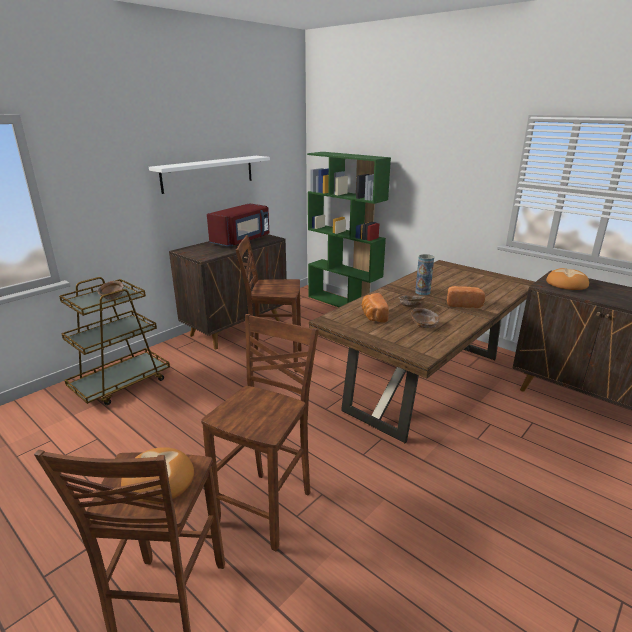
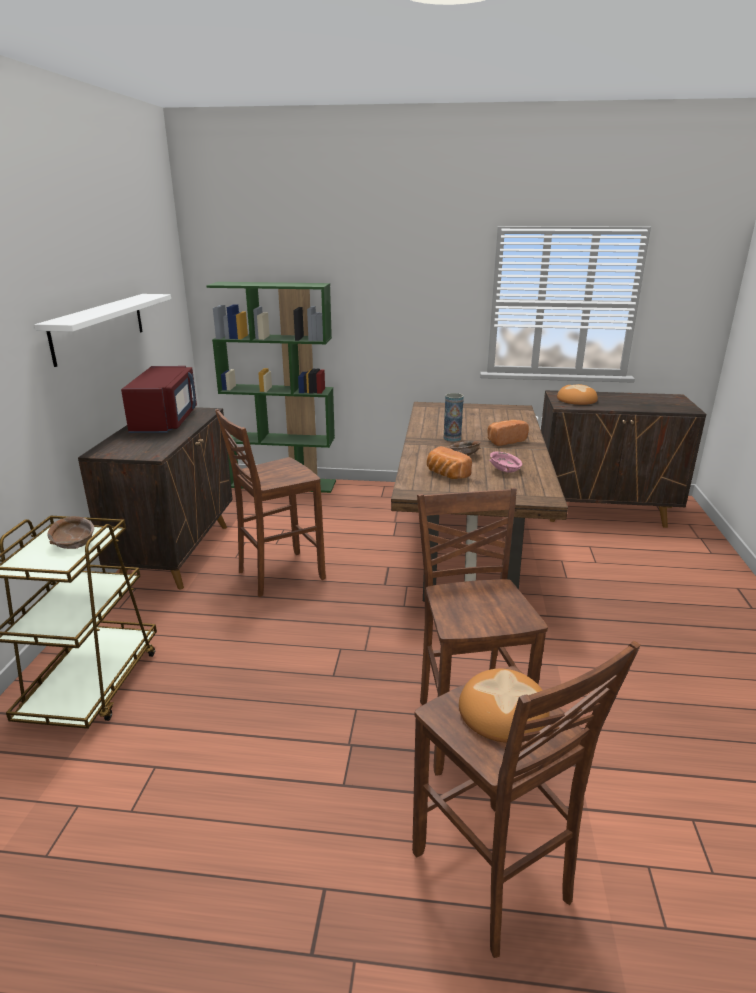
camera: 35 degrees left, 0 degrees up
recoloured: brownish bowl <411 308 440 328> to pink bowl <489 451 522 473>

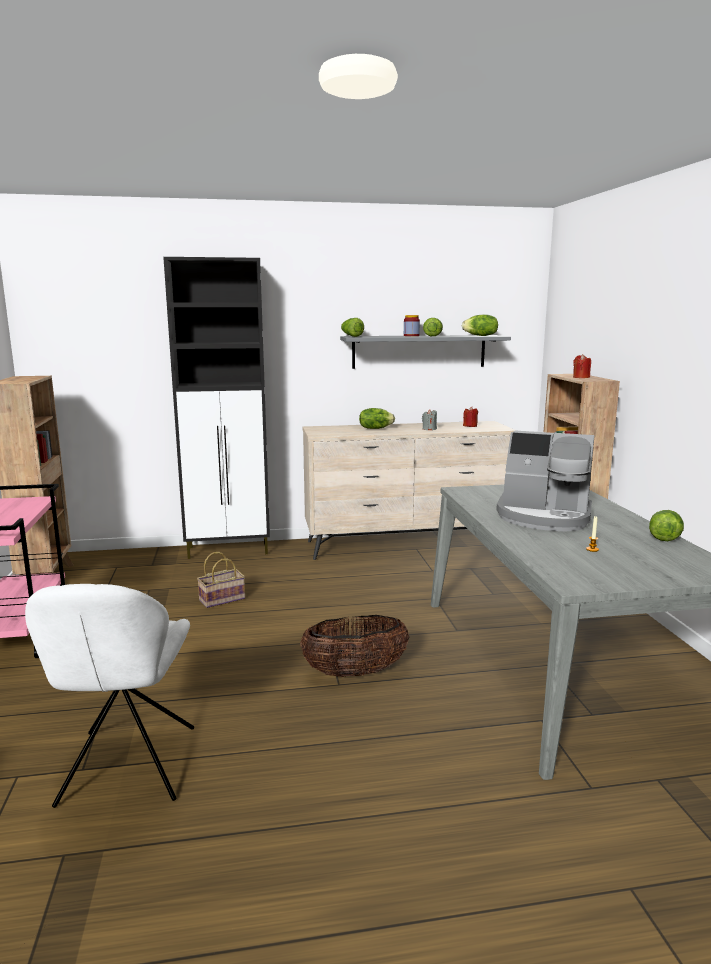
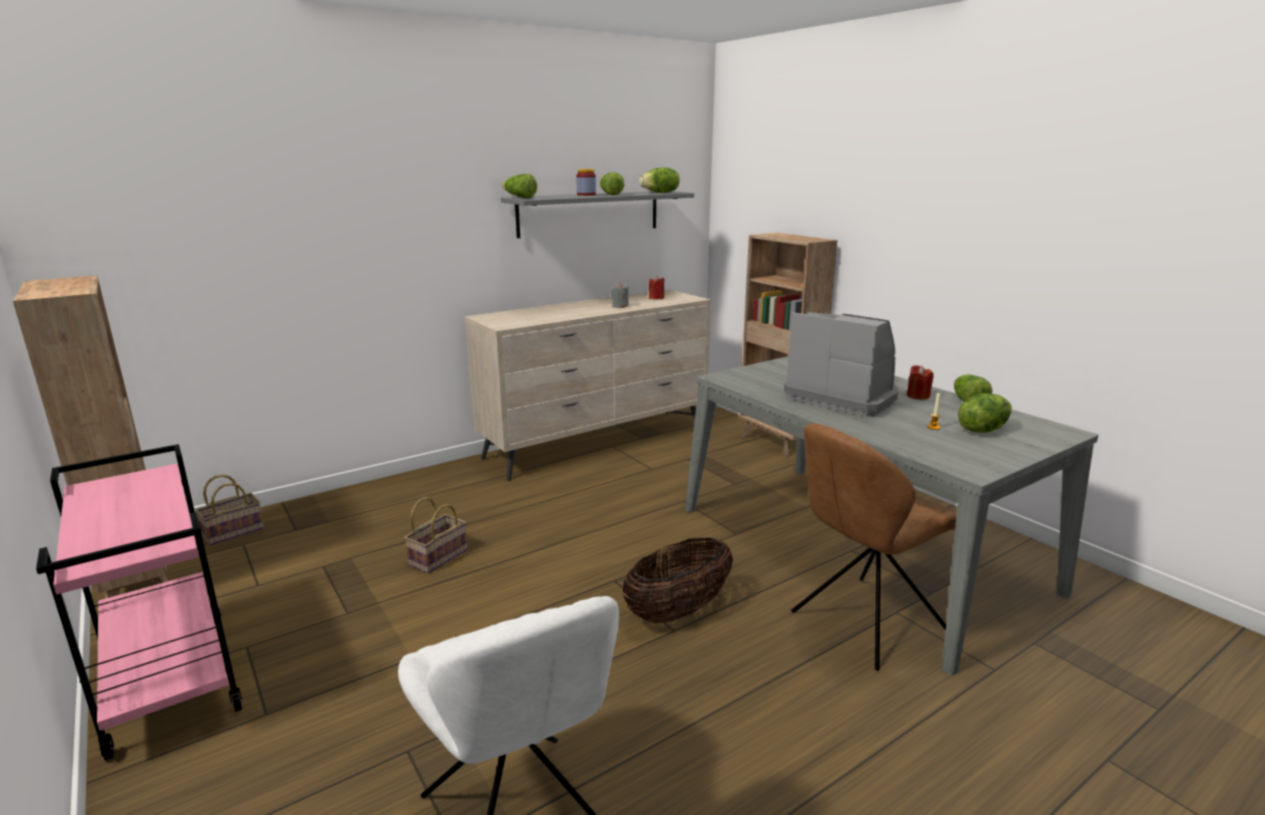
camera: 25 degrees left, 5 degrees up
removed: blackish cabinet <163 257 270 559>
added: storage basket <195 474 264 546>; brownish plain chair <791 423 957 671>
moved: head of lettuce <359 408 395 429> to <958 393 1012 433>; reddish wax candle <573 354 591 378> to <907 365 934 400>
turned: coffee brewer <496 431 594 531> = <784 312 898 417> 135 degrees counterclockwise

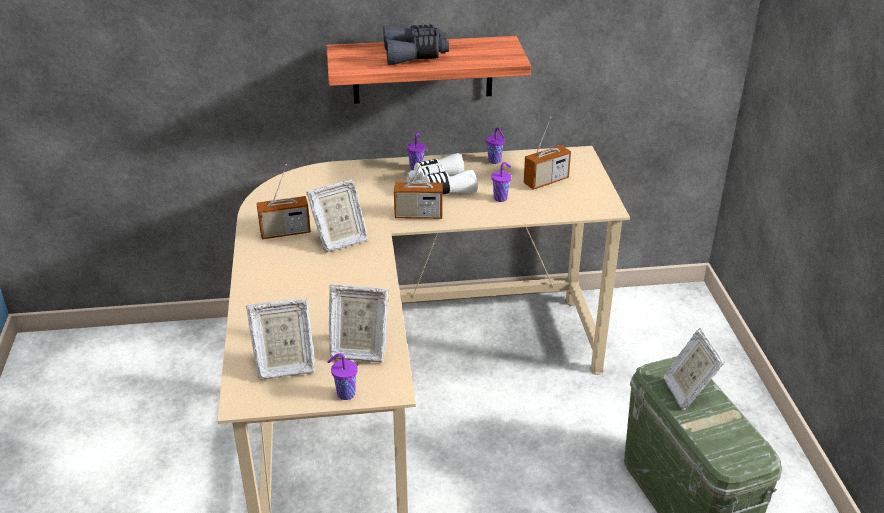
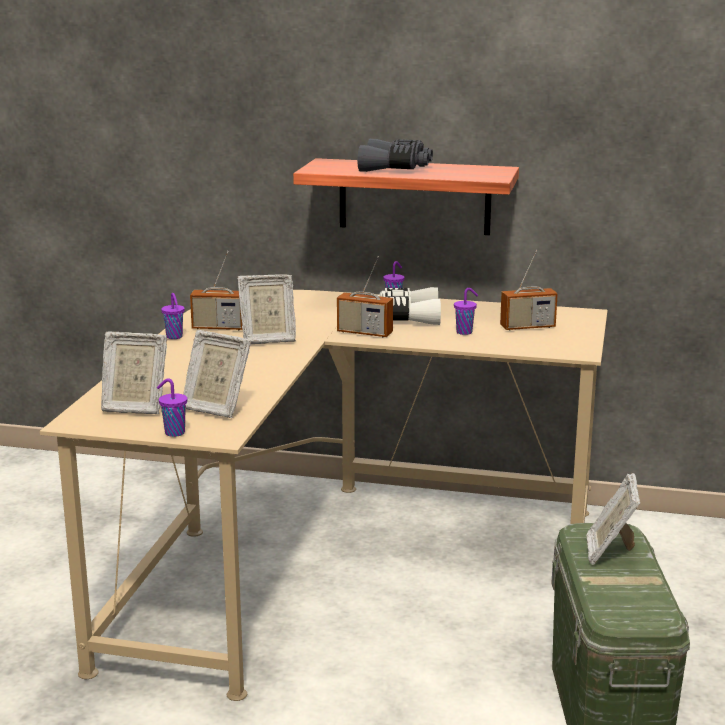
camera: 20 degrees right, 15 degrees down
moved: purplish drinking cup <486 127 505 164> to <161 293 185 339>

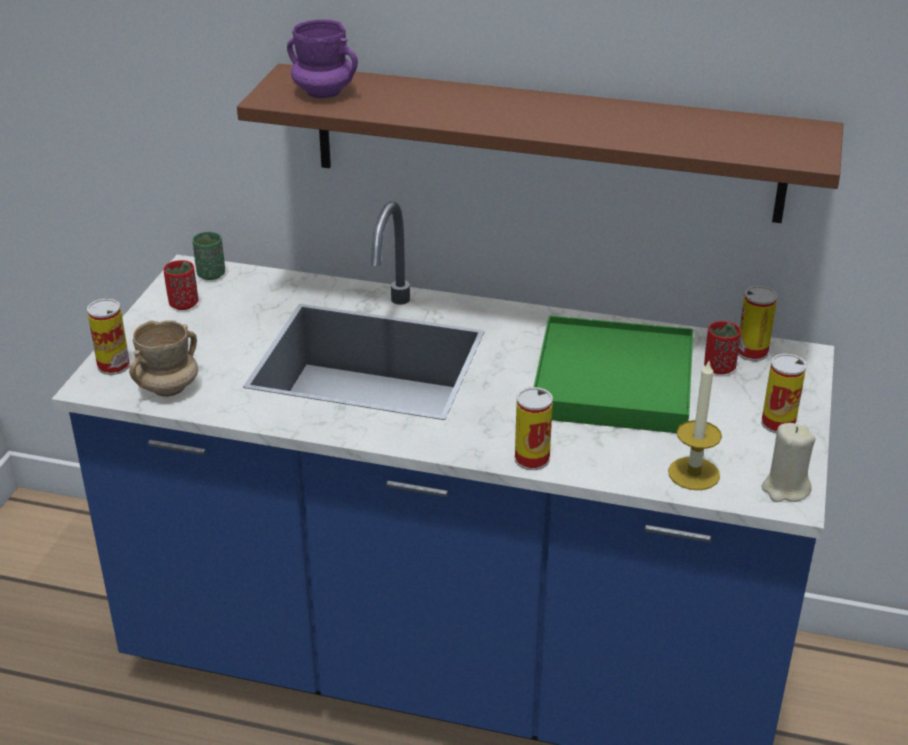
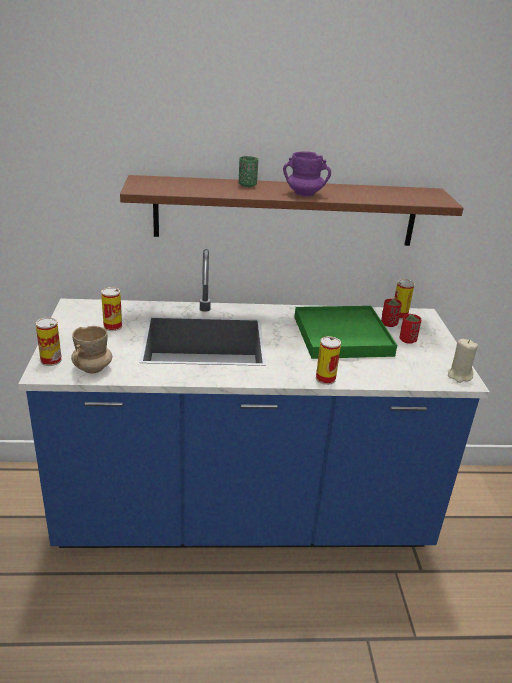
camera: 20 degrees left, 5 degrees down
removed: wax candle <668 359 722 490>
moved: reddish drinking cup <163 260 198 310> to <399 314 421 344>; green-coloured drinking cup <192 232 225 280> to <239 156 258 187>; purplish mug <287 19 358 98> to <283 151 331 197>; sealed can <761 353 807 433> to <101 287 122 331>

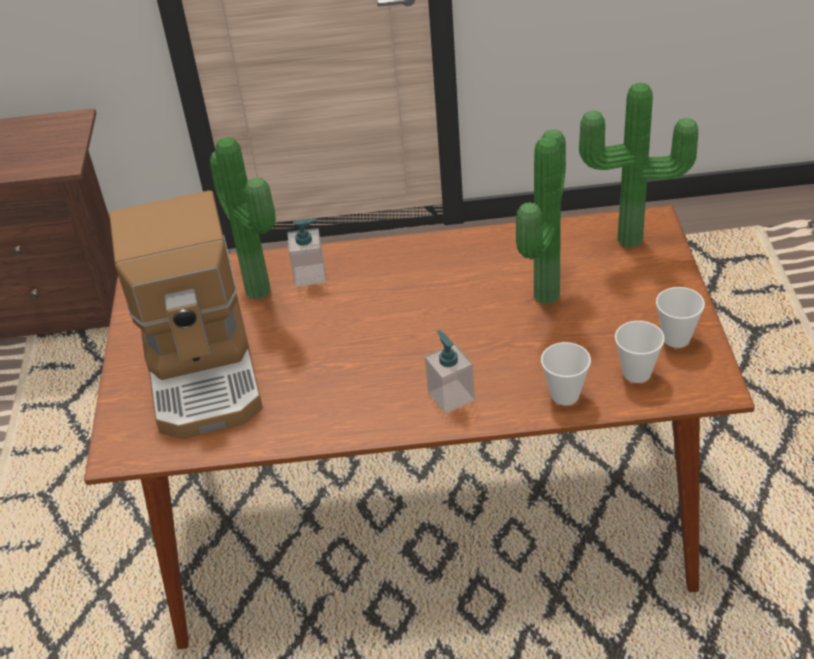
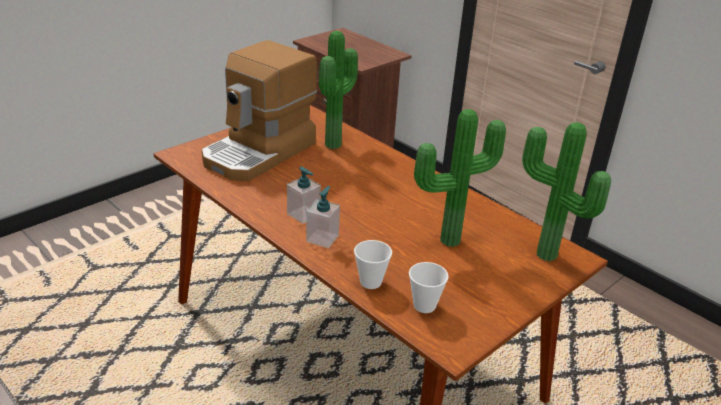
camera: 45 degrees right, 10 degrees down
removed: drinking cup <656 287 705 348>
moved: liquid soap bottle <288 219 326 287> to <287 167 321 224>

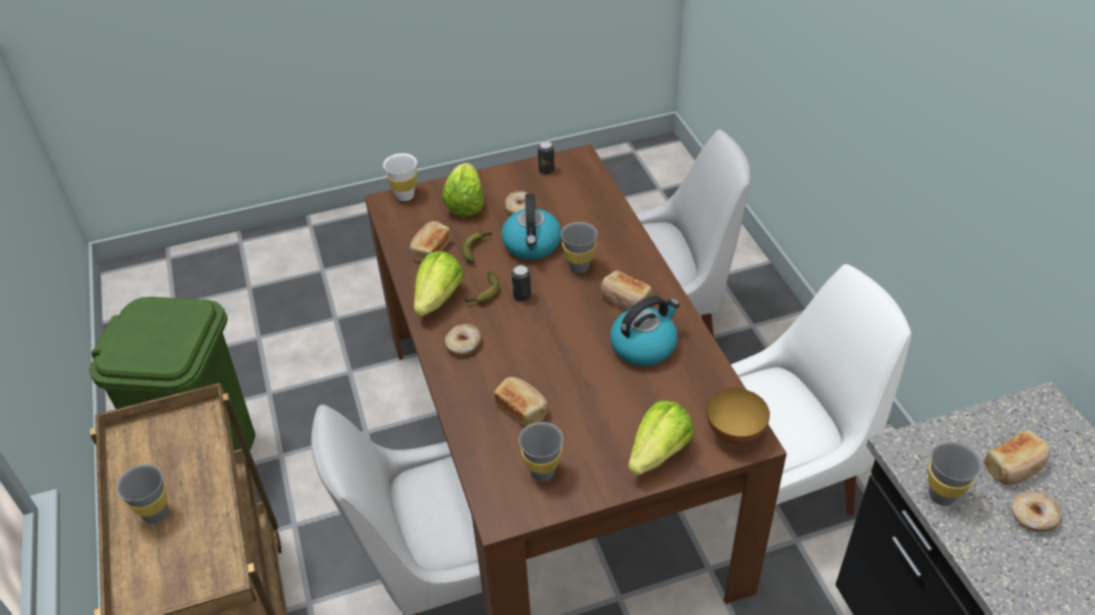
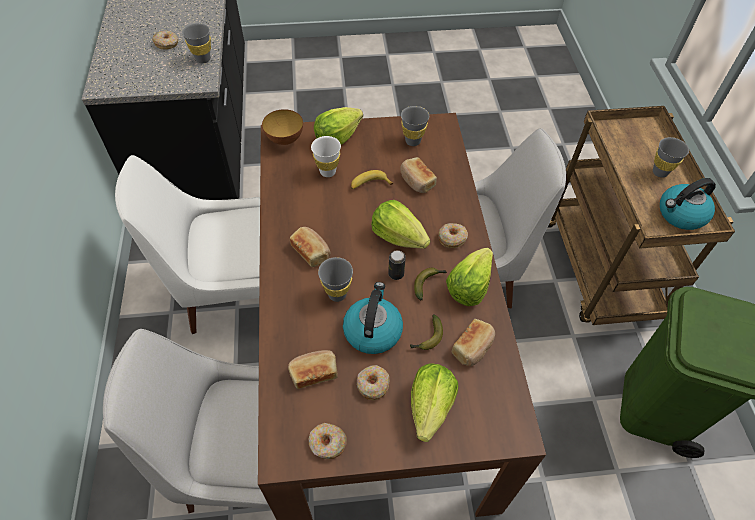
camera: 170 degrees left, 10 degrees up
added: banana <351 170 393 189>; head of lettuce <371 200 430 249>
moved: white-coloured drinking cup <383 153 417 201> to <311 136 341 177>; tea kettle <610 296 680 366> to <660 178 716 230>; baked bread <984 431 1050 485> to <288 350 338 389>
replaced: sealed can <538 141 555 175> to ring doughnut <309 423 346 459>

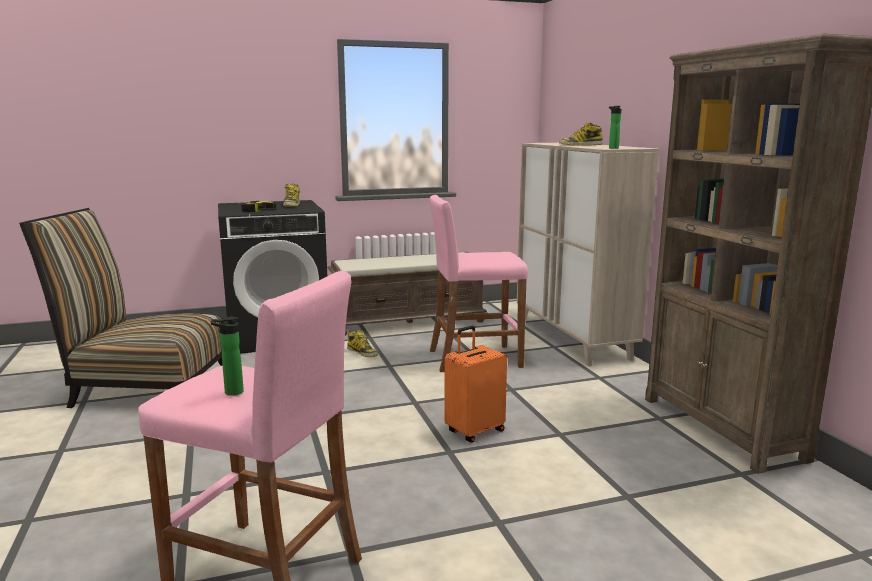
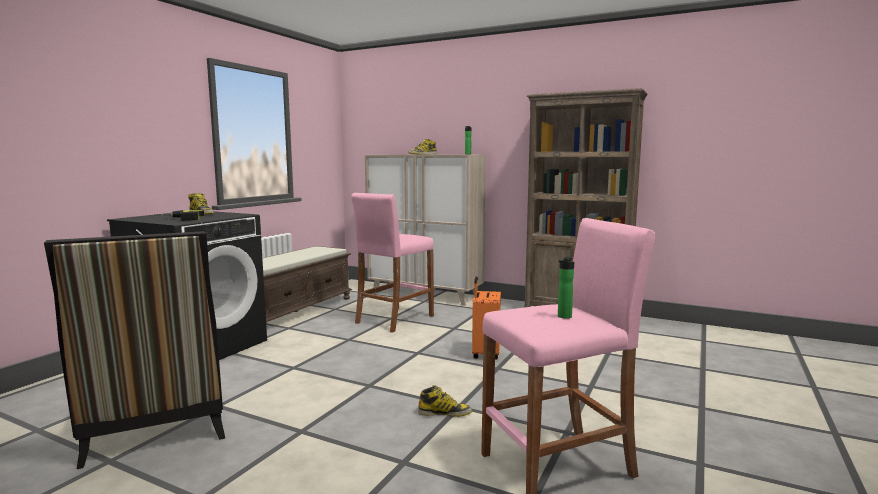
camera: 45 degrees left, 5 degrees down
moved: tall boot <347 330 378 357> to <418 385 472 417>
turned: plain chair <19 208 222 408> = <44 231 225 469> 75 degrees counterclockwise

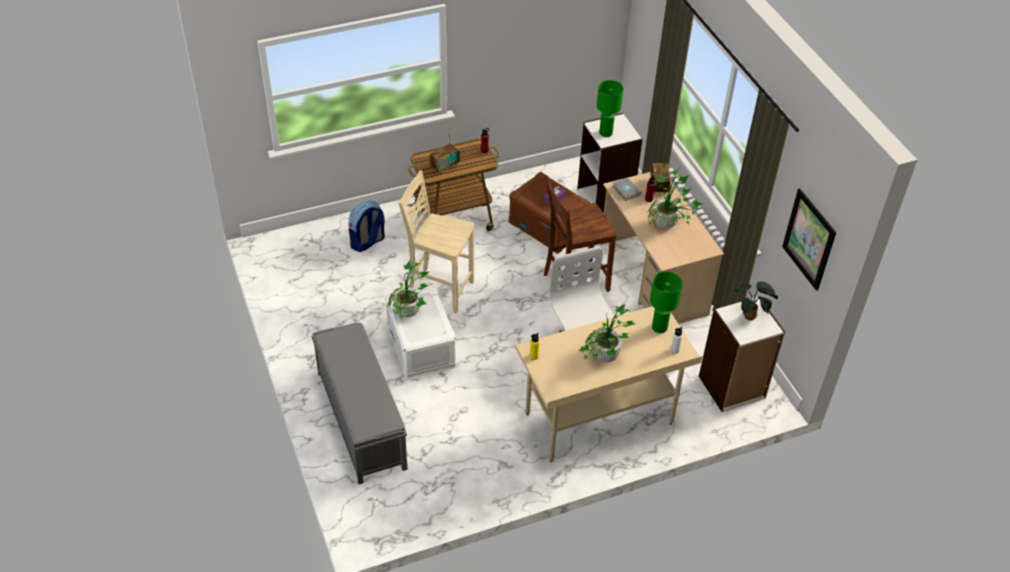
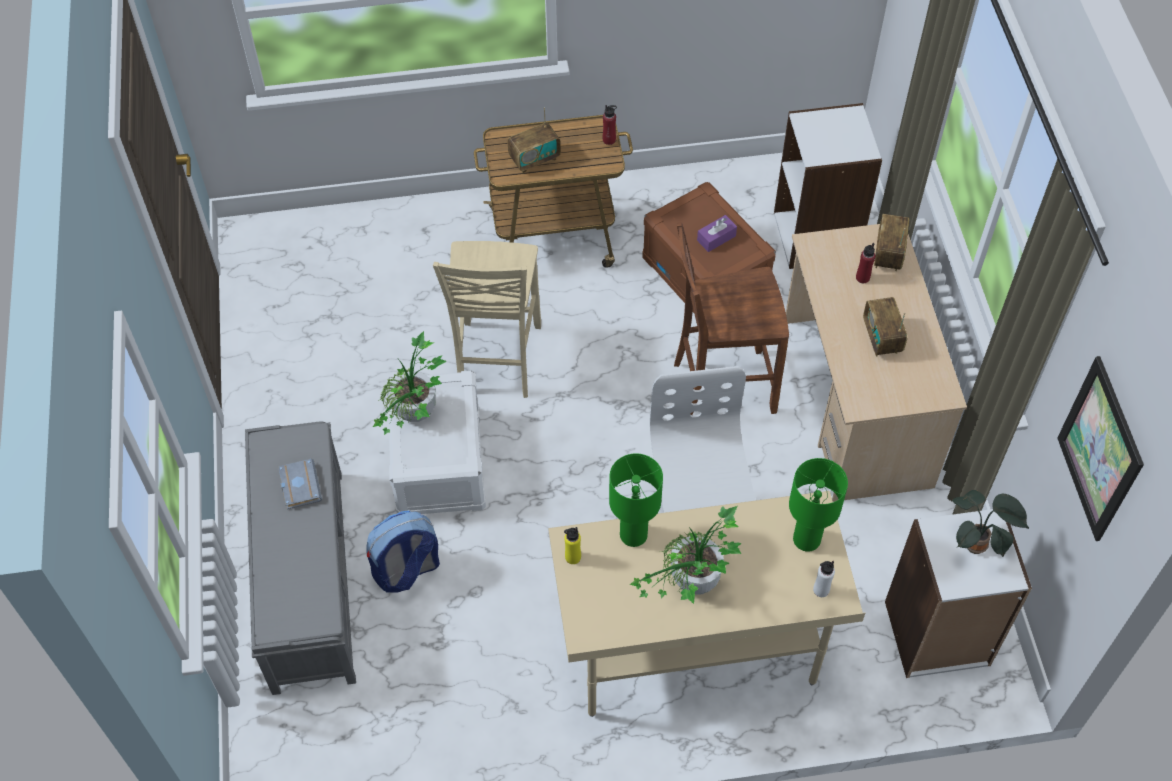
camera: 15 degrees right, 10 degrees up
moved: knapsack <348 200 385 252> to <366 510 440 593>; green-coloured table lamp <597 80 623 137> to <609 453 663 547>; gray book <612 177 642 201> to <278 459 322 509>
replaced: potted plant <647 170 702 229> to radio set <863 297 907 357>
turned: beige-coloured plain chair <398 170 474 313> = <433 241 541 398> 120 degrees counterclockwise

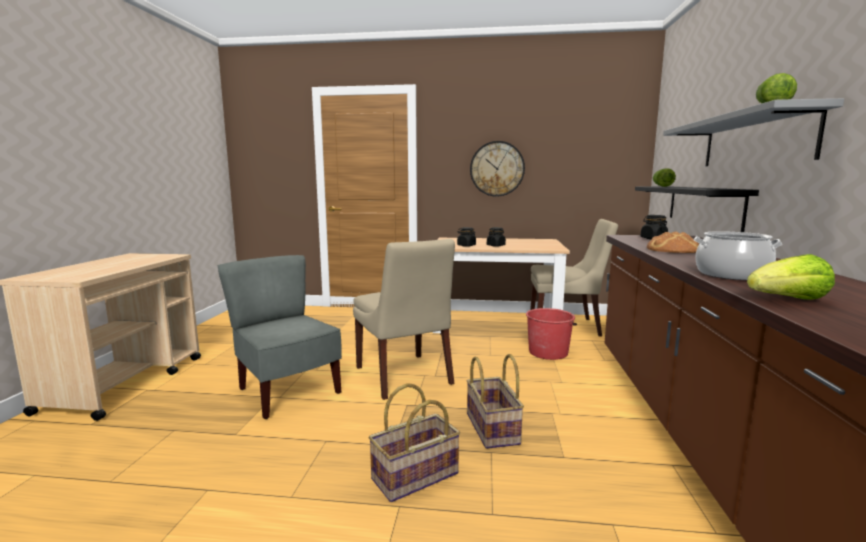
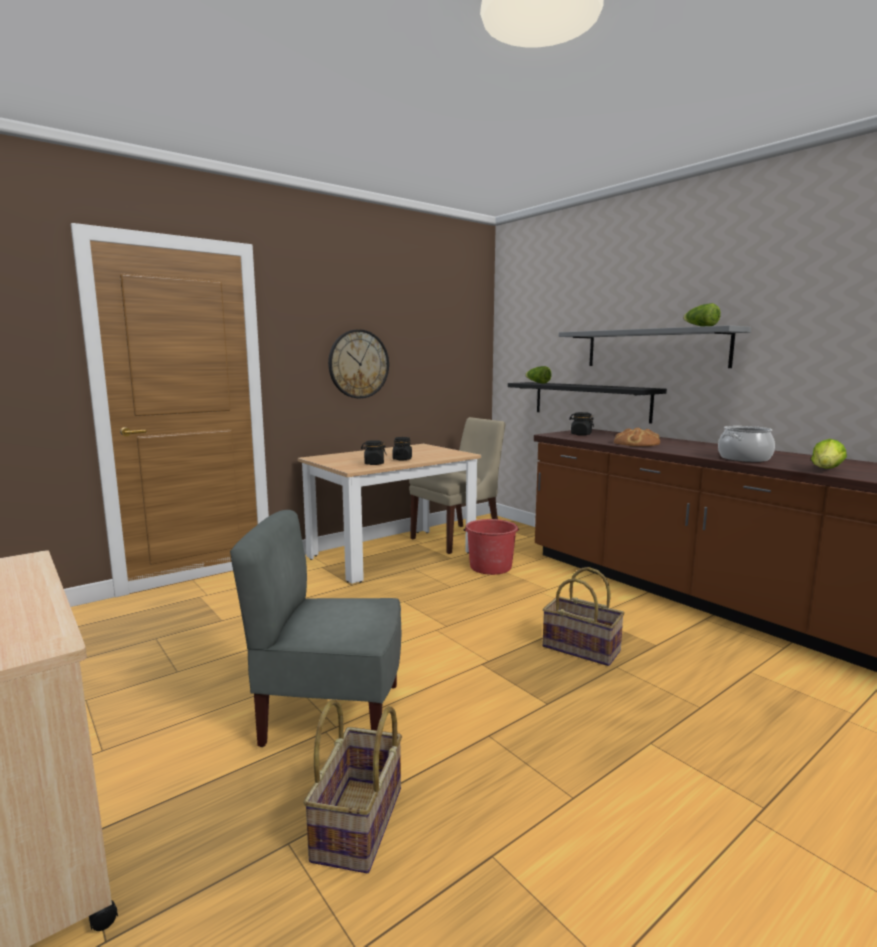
camera: 45 degrees left, 0 degrees up
removed: beige-coloured plain chair <353 239 455 400>
moved: storage basket <368 383 460 502> to <303 699 402 873>

